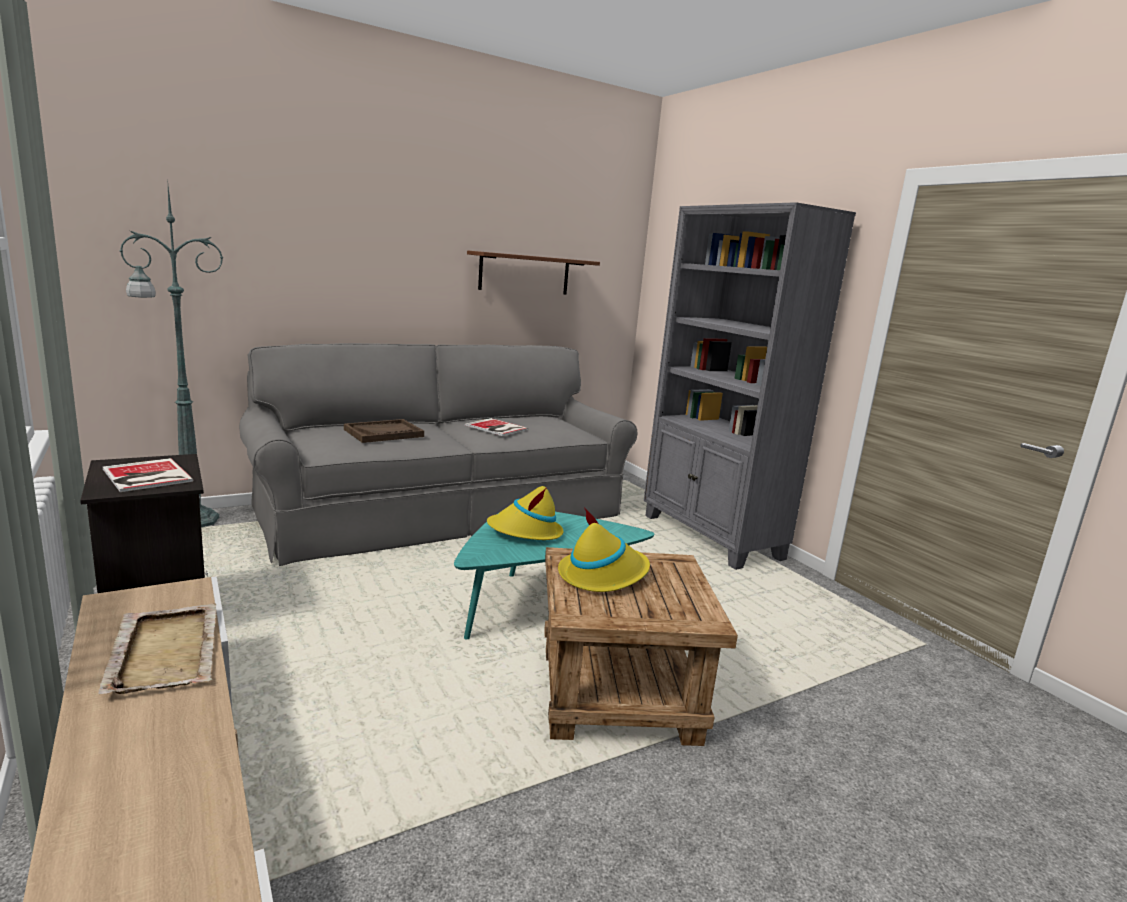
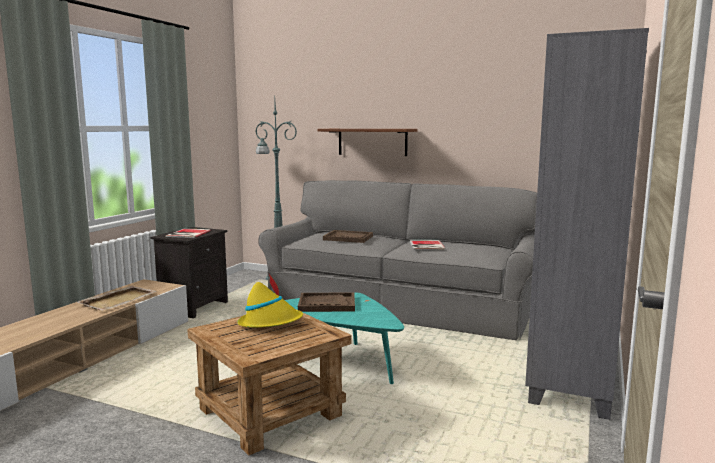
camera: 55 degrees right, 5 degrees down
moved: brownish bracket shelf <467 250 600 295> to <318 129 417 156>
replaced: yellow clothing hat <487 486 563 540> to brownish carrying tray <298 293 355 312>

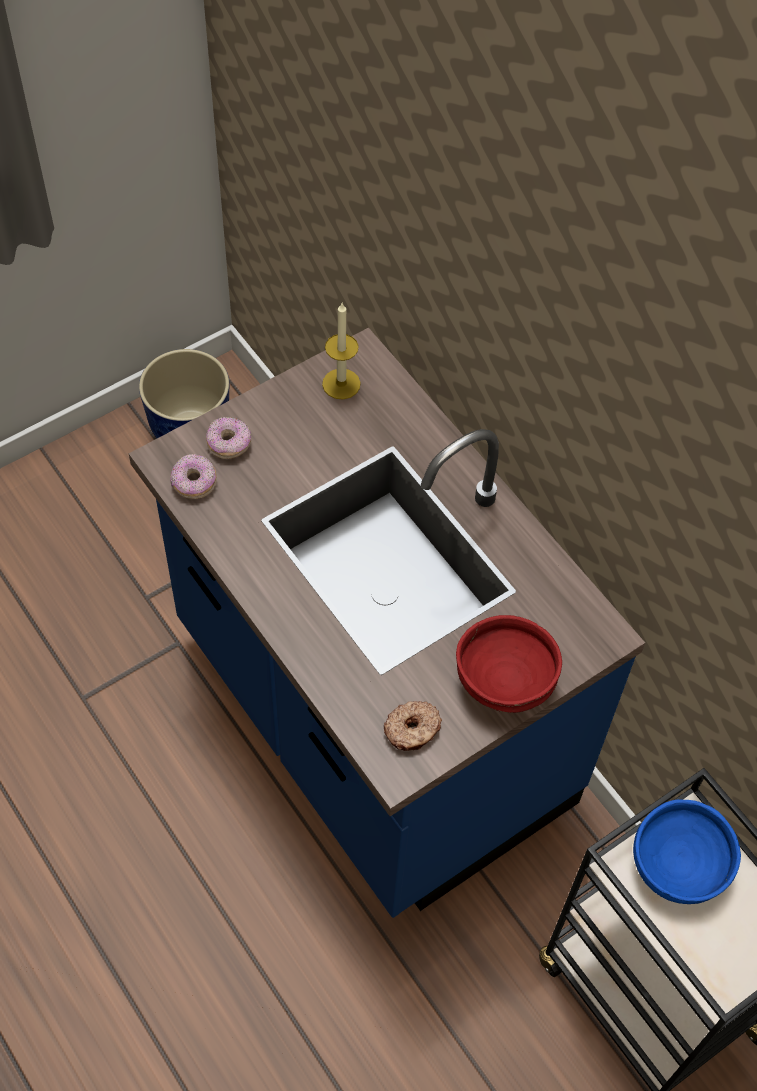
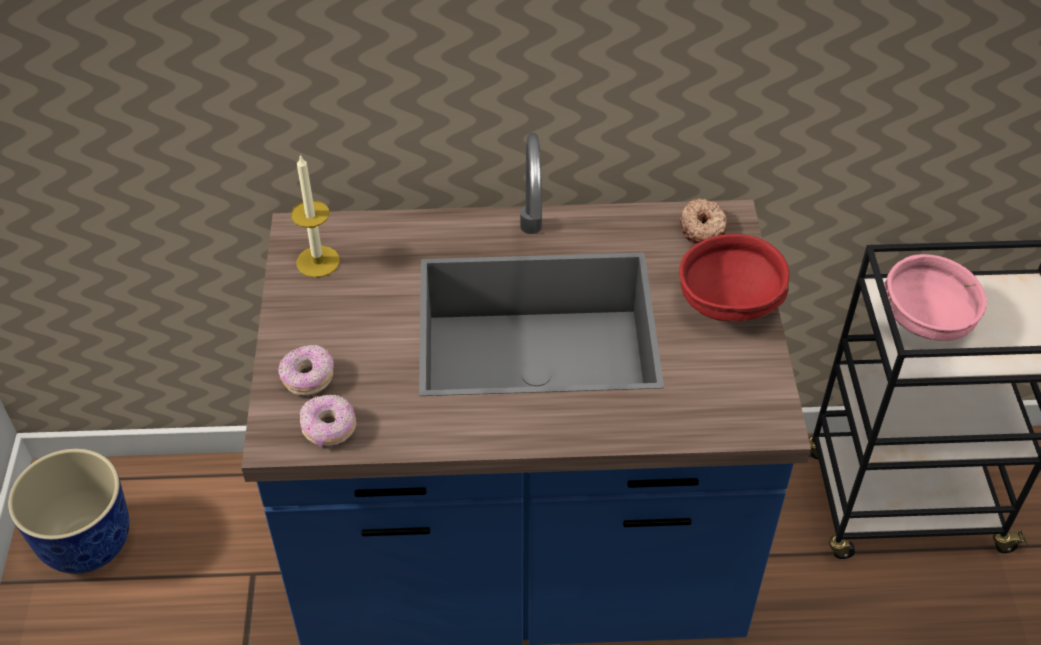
camera: 55 degrees left, 10 degrees down
moved: ring doughnut <384 701 442 751> to <680 198 727 244>
recoloured: blue bowl <633 799 741 904> to pink bowl <884 254 987 341>

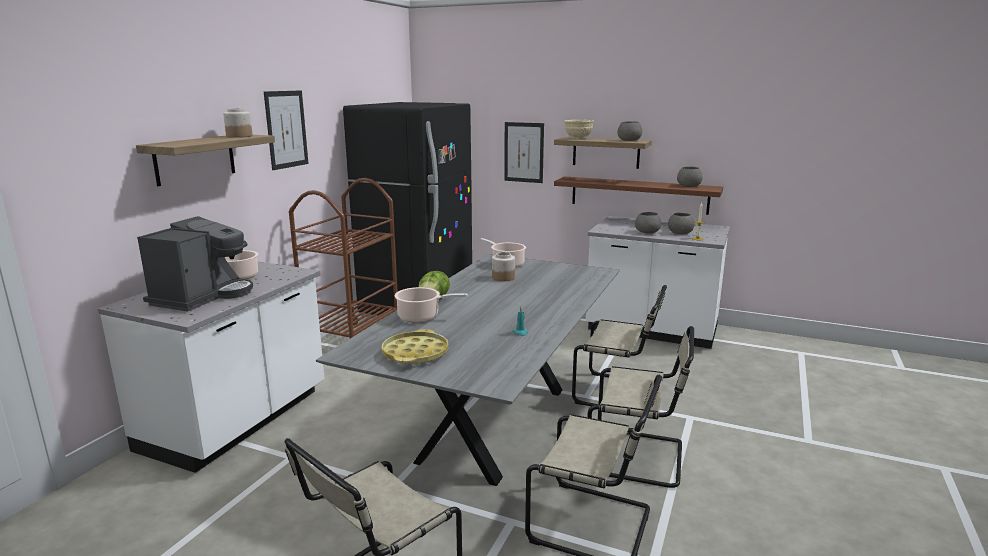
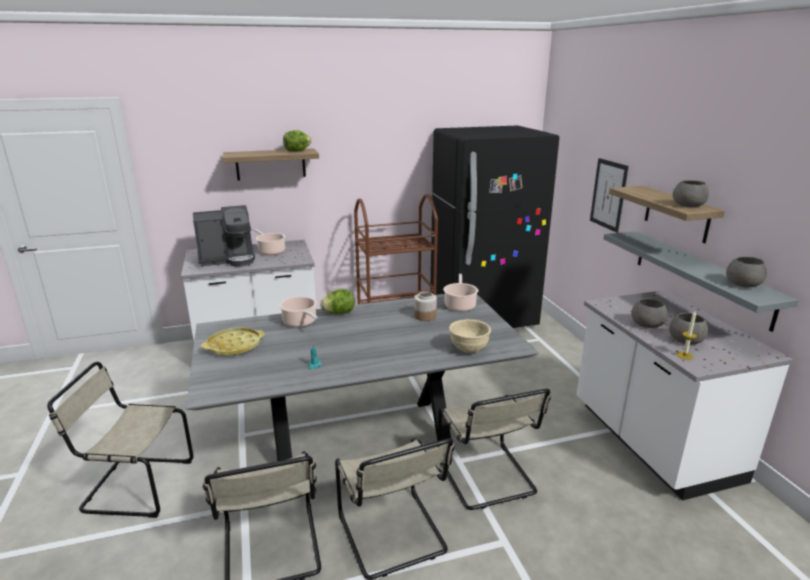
camera: 50 degrees right, 5 degrees up
removed: picture <264 90 309 170>
moved: beige-coloured bowl <564 120 594 139> to <449 319 491 353>
replaced: preserve jar <223 108 252 138> to head of lettuce <283 130 311 152>
recoloured: brownish bracket shelf <554 176 723 215> to gray bracket shelf <603 231 799 332>

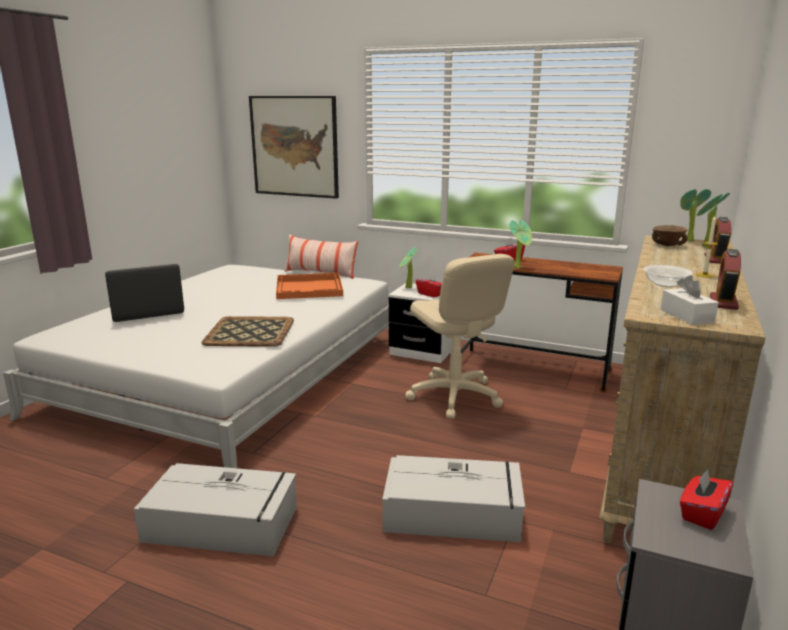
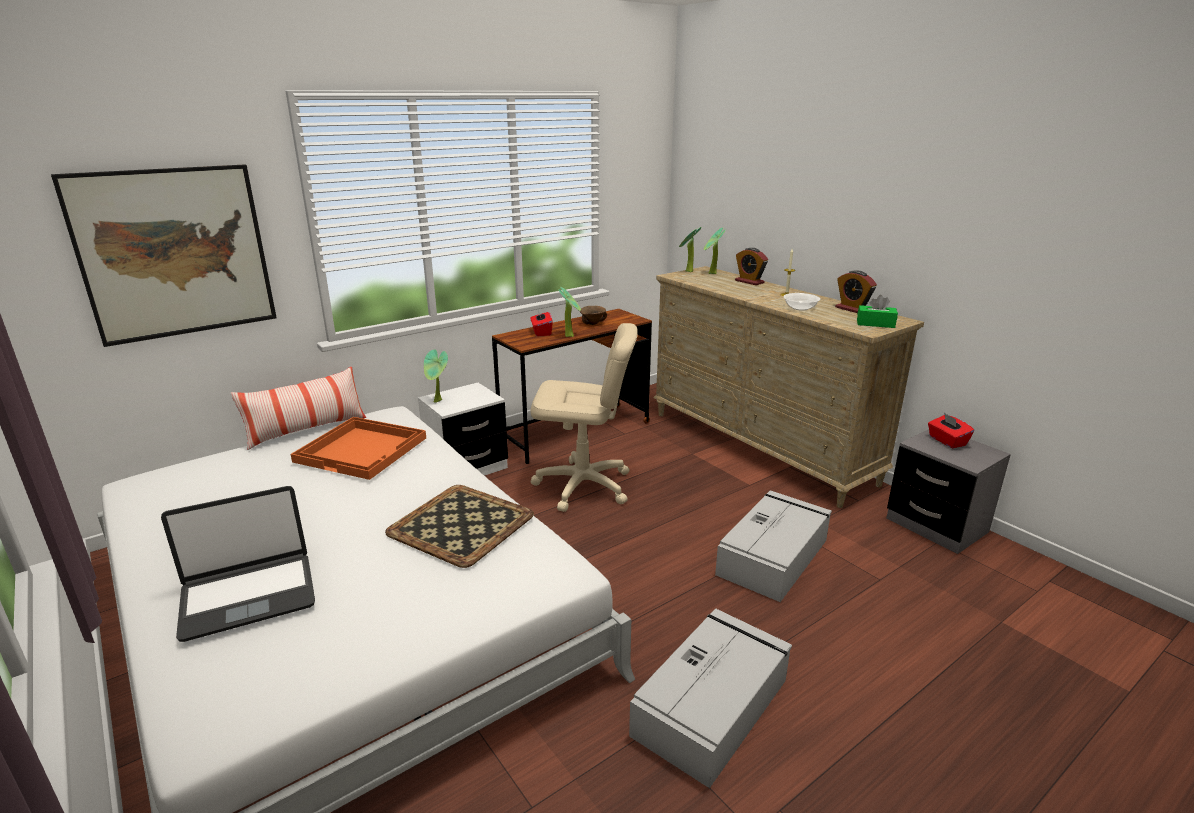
camera: 60 degrees left, 5 degrees up
removed: reddish box of tissues <416 273 442 298>
moved: brownish bowl <652 225 688 246> to <580 306 607 325>
recoloured: white-coloured box of tissues <661 275 719 325> to green-coloured box of tissues <857 295 898 328>
turned: notebook computer <105 264 184 322> = <161 486 315 642> 120 degrees counterclockwise

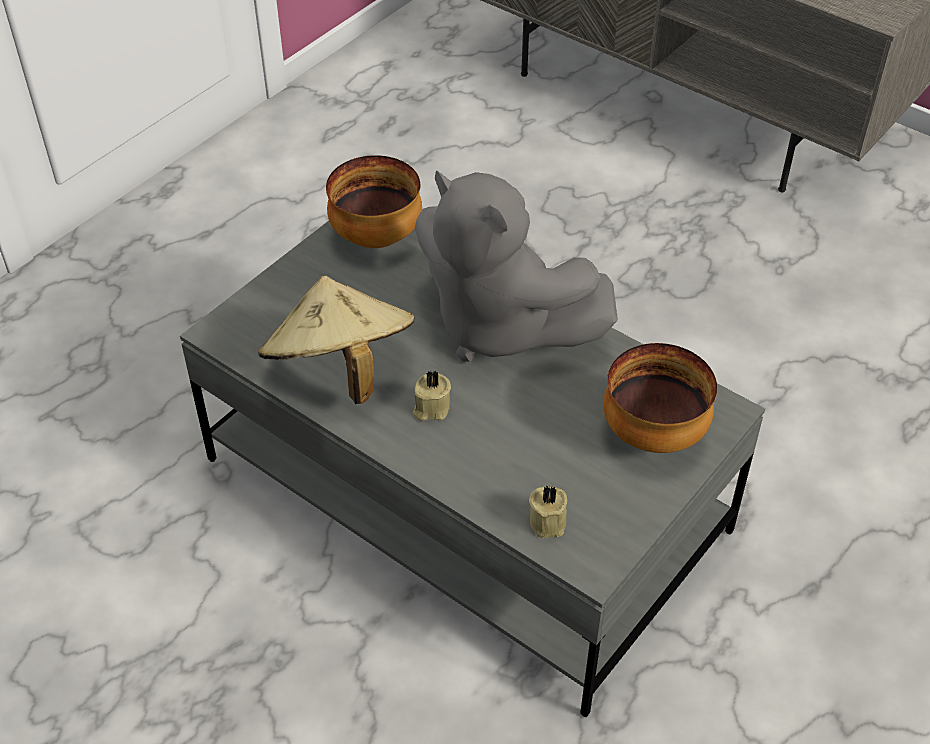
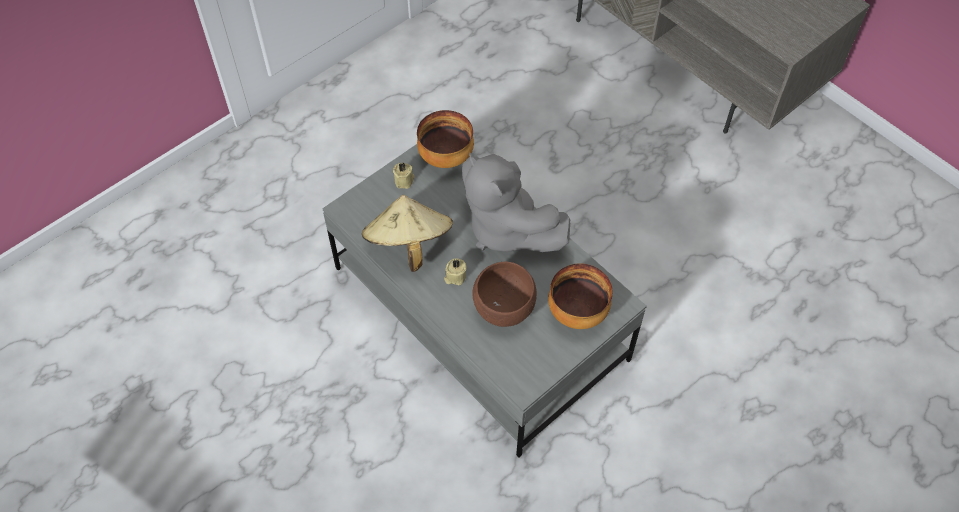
camera: 10 degrees right, 10 degrees up
added: brownish bowl <472 262 537 327>
moved: beige-coloured wax candle <529 485 567 538> to <393 162 415 189>

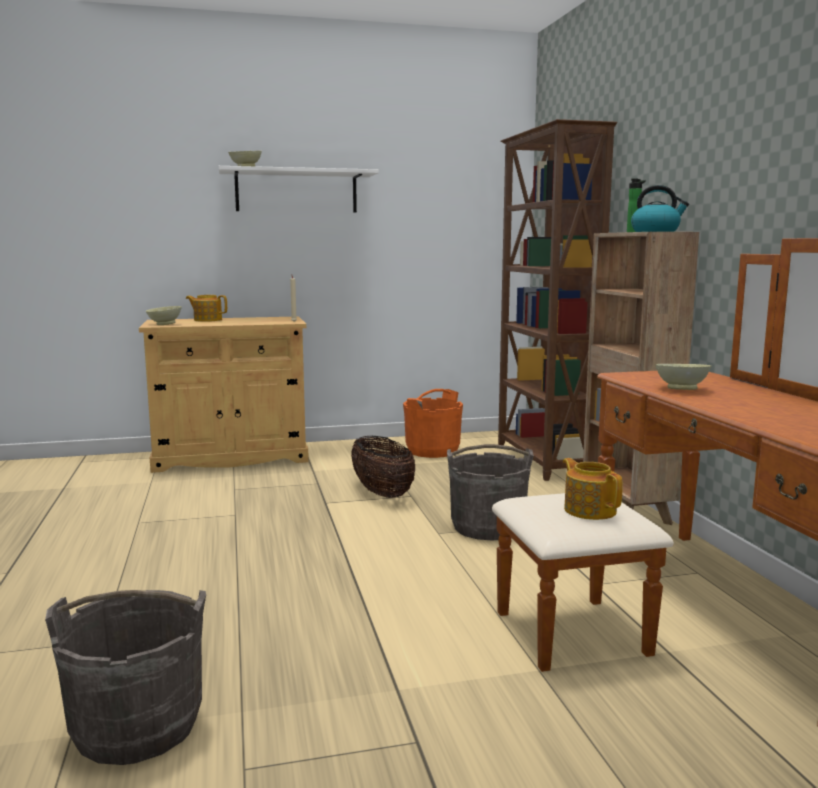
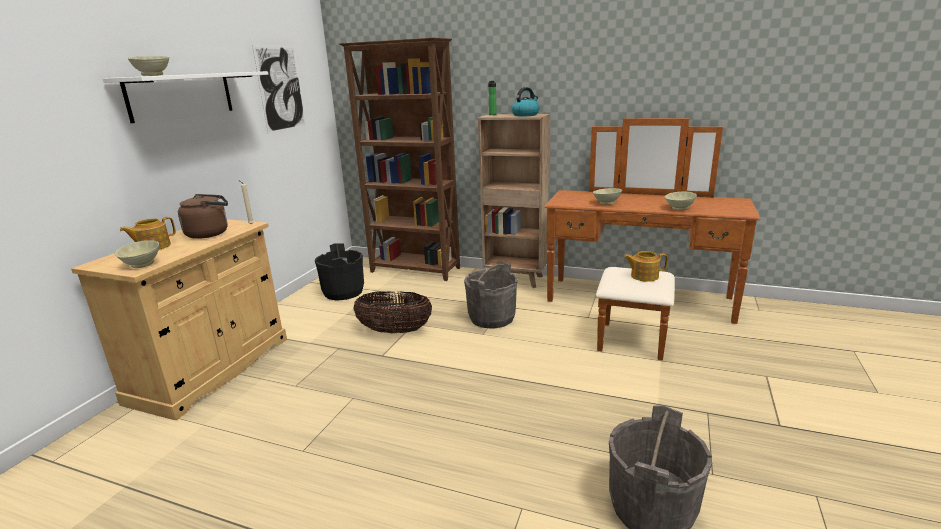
camera: 55 degrees left, 10 degrees up
added: brownish tea kettle <178 194 228 239>; picture <252 45 306 133>; beige-coloured bowl <665 192 697 211>
recoloured: orangey water bucket <403 389 463 458> to blackish water bucket <315 243 364 300>

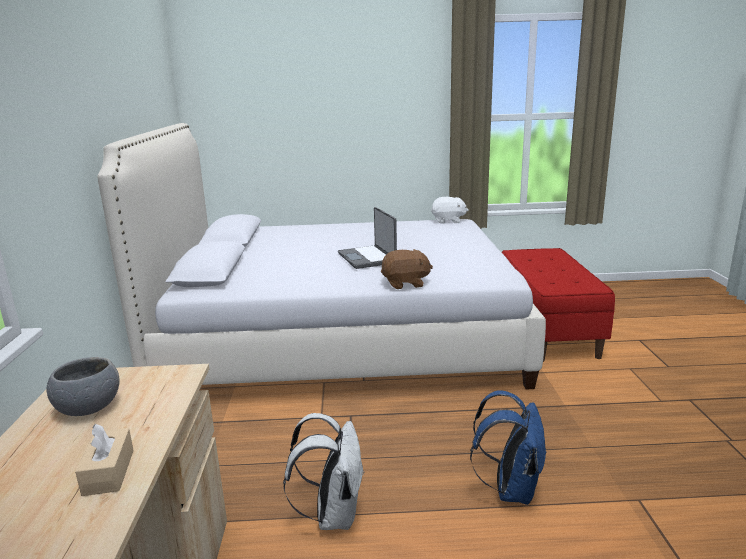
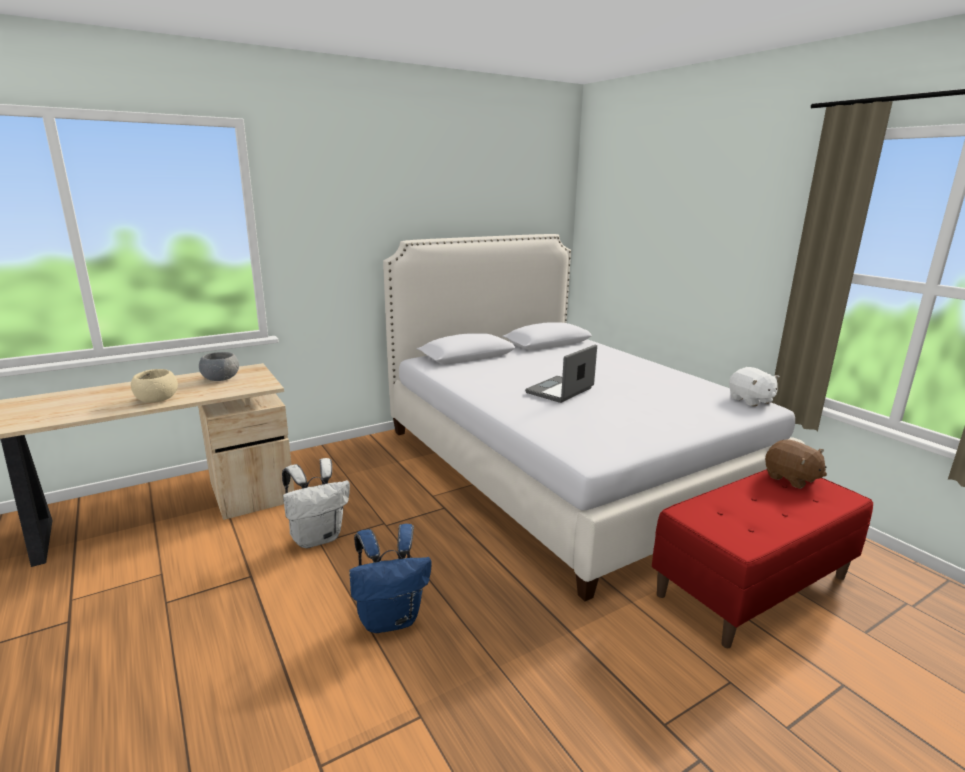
camera: 60 degrees right, 0 degrees up
moved: brownish plush toy <381 249 433 289> to <765 439 827 489>
replaced: beige-coloured box of tissues <75 424 134 496> to beige-coloured bowl <131 369 178 403>

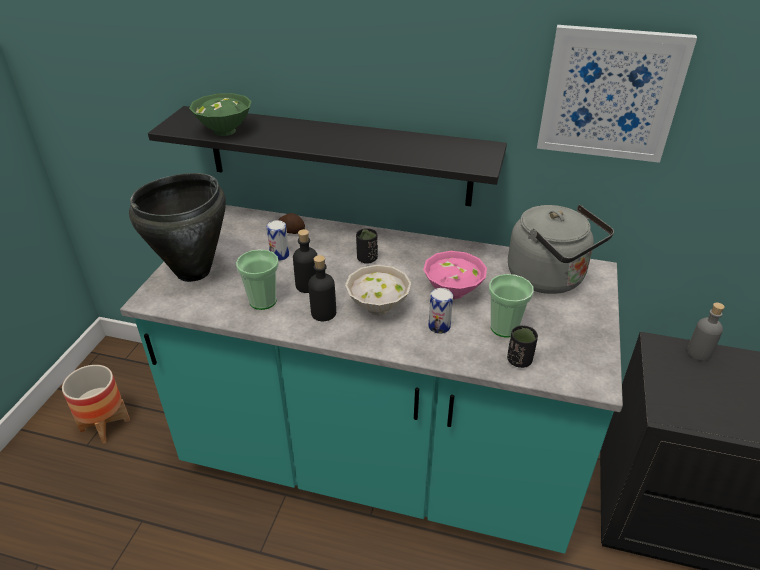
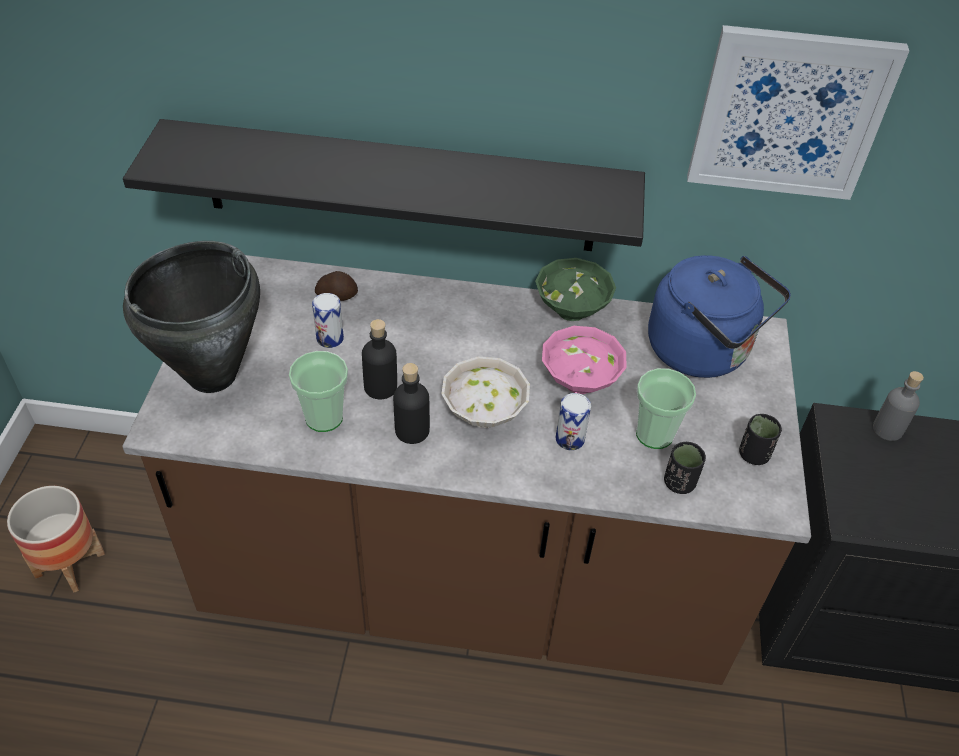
camera: 10 degrees left, 10 degrees up
moved: green-coloured bowl <189 93 252 136> to <535 258 616 321>; blackish drinking cup <356 228 378 264> to <739 414 782 465>
recoloured: turquoise kitchen base unit <120 205 623 554> to brownish kitchen base unit <122 255 811 685>; gray tea kettle <508 205 614 294> to blue tea kettle <648 255 791 378>

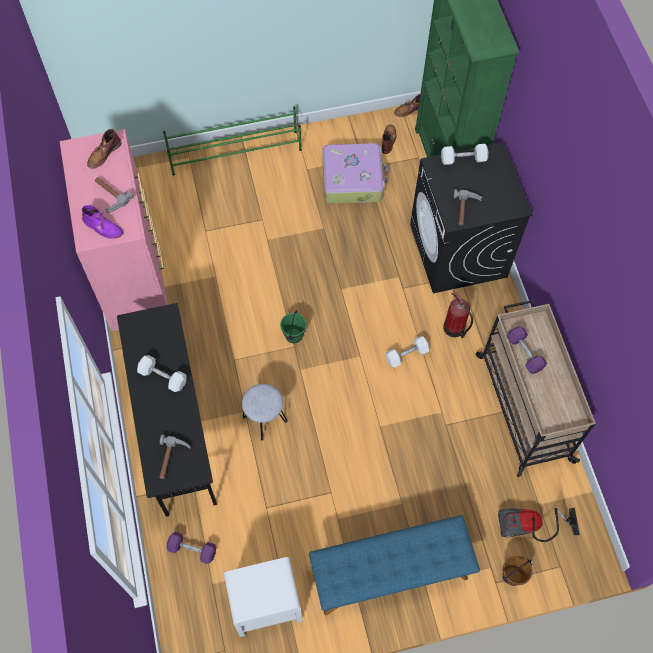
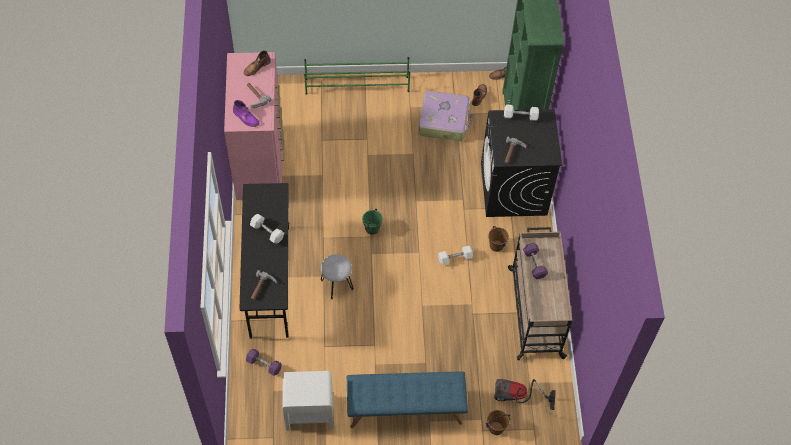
camera: 10 degrees right, 5 degrees down
replaced: fire extinguisher <443 290 473 338> to brownish water bucket <488 226 509 252>

